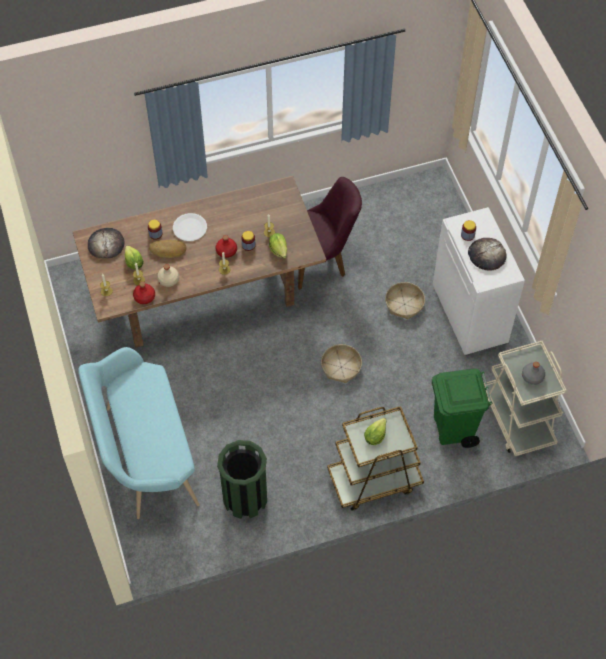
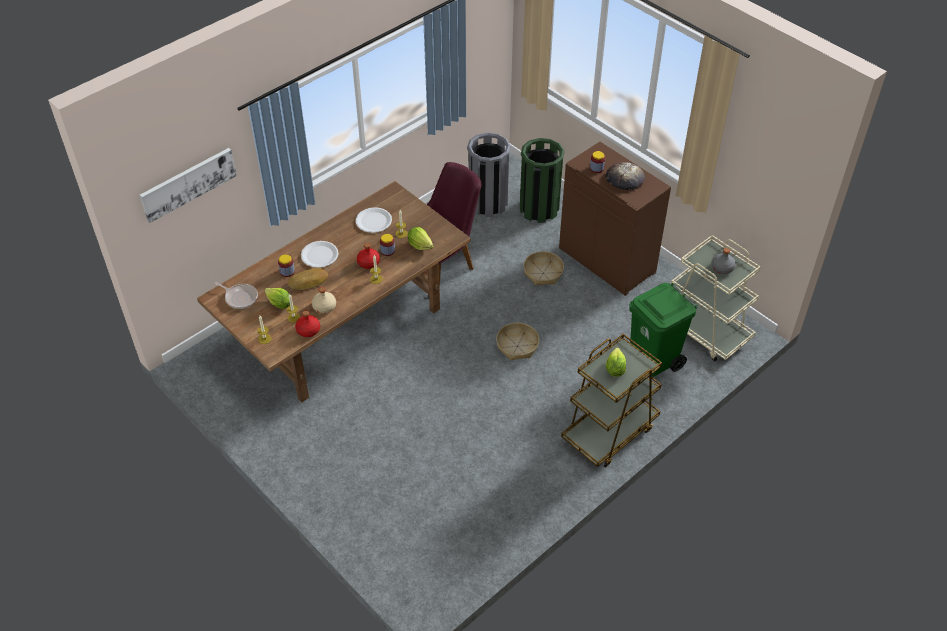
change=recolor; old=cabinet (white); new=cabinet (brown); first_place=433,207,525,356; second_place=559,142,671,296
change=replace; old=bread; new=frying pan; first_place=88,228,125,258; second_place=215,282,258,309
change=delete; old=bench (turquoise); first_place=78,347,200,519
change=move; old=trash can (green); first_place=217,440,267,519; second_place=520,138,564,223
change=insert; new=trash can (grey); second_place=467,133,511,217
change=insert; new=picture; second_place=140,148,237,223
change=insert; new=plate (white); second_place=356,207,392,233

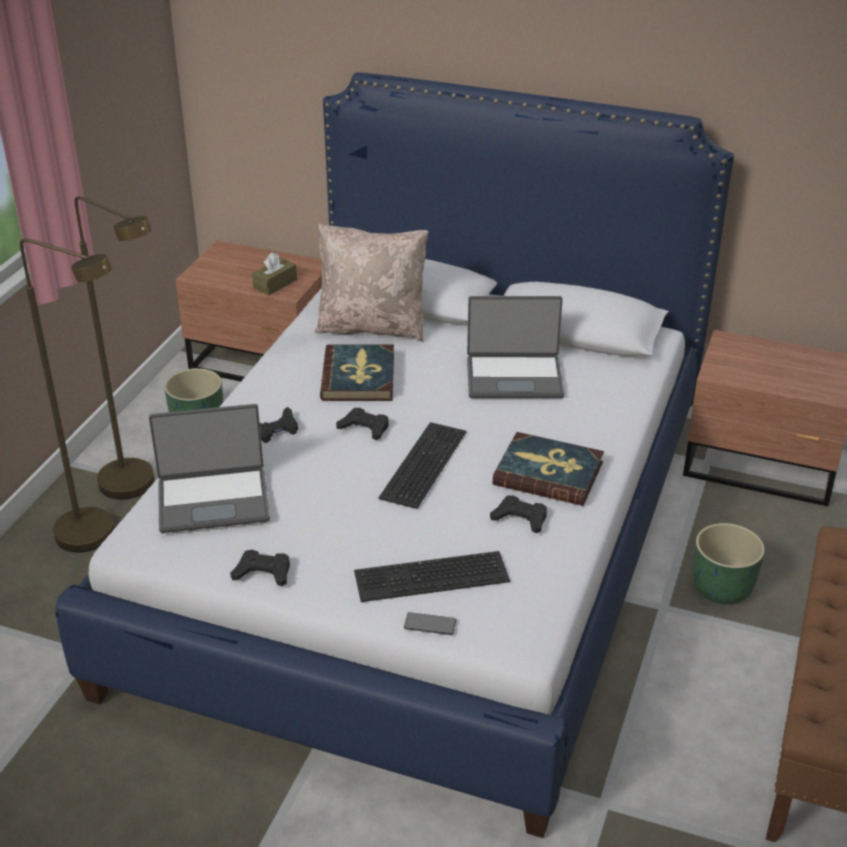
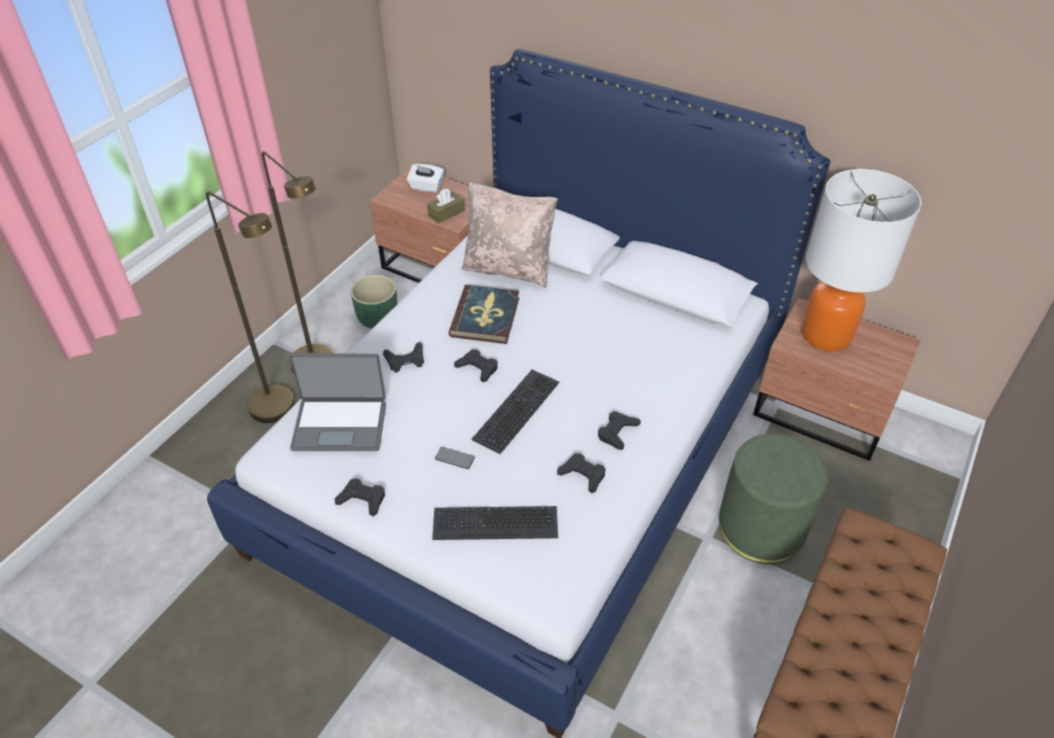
change=delete; old=laptop; first_place=467,296,564,398
change=replace; old=book; new=game controller (black); first_place=492,432,604,506; second_place=598,411,641,450
change=replace; old=planter (green); new=ottoman (green); first_place=693,523,765,604; second_place=719,434,828,564
change=move; old=phone; first_place=404,612,456,635; second_place=435,447,475,469
change=insert; new=tissue box (white); second_place=407,164,444,193
change=insert; new=table lamp; second_place=802,169,922,351

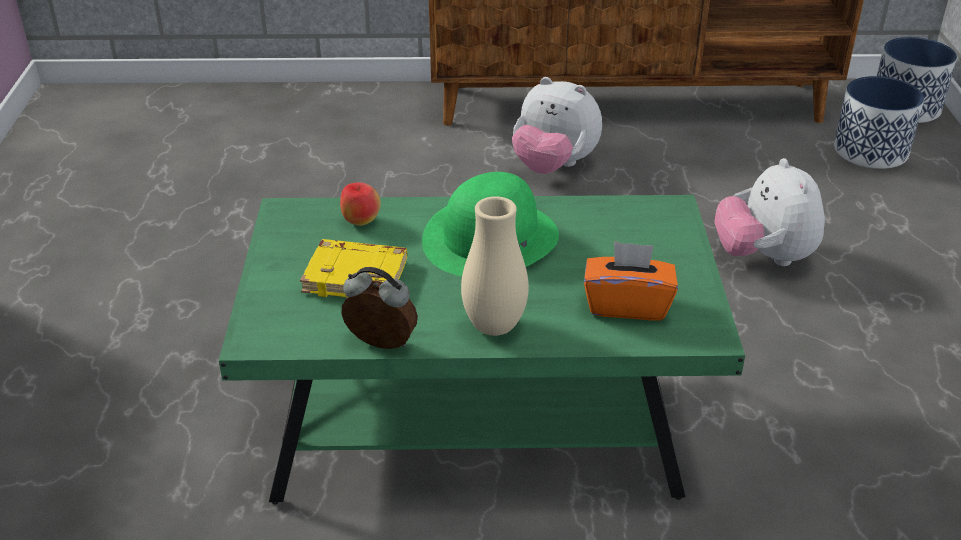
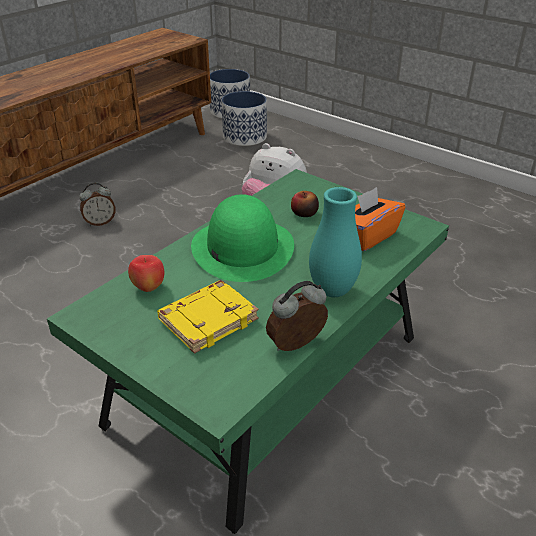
change=replace; old=plush toy; new=alarm clock; first_place=512,77,602,174; second_place=79,182,116,226
change=recolor; old=vase (beige); new=vase (turquoise); first_place=461,196,529,336; second_place=309,187,362,297
change=insert; new=apple; second_place=291,191,319,217

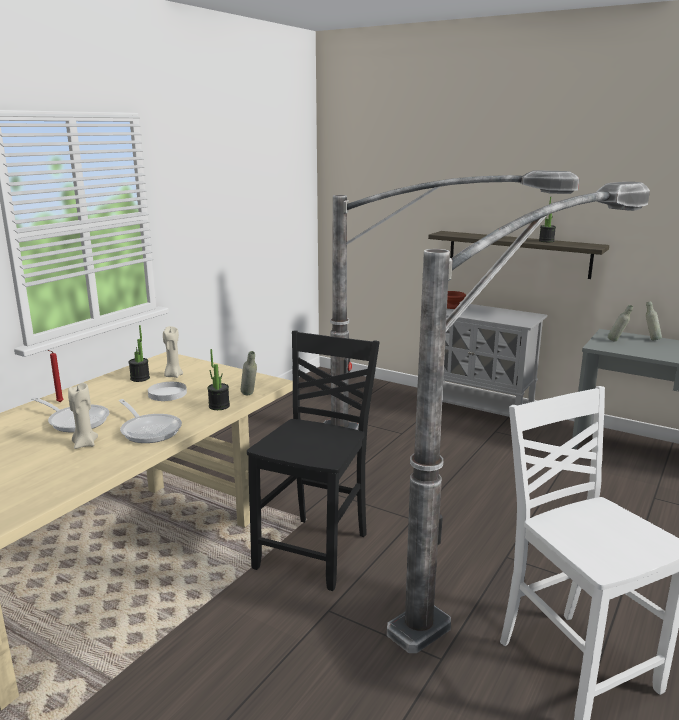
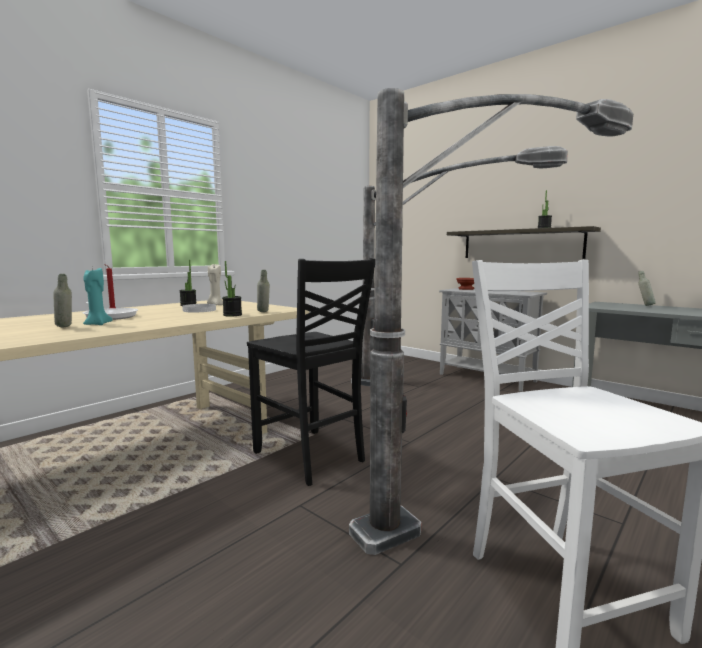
change=move; old=bottle (grey); first_place=608,305,633,342; second_place=53,274,72,327
change=rotate; old=chair (black); first_place=247,331,380,591; second_place=247,258,375,486; degrees=105
change=recolor; old=candle (beige); new=candle (turquoise); first_place=68,383,98,449; second_place=83,268,112,325
change=delete; old=frying pan; first_place=119,399,182,443

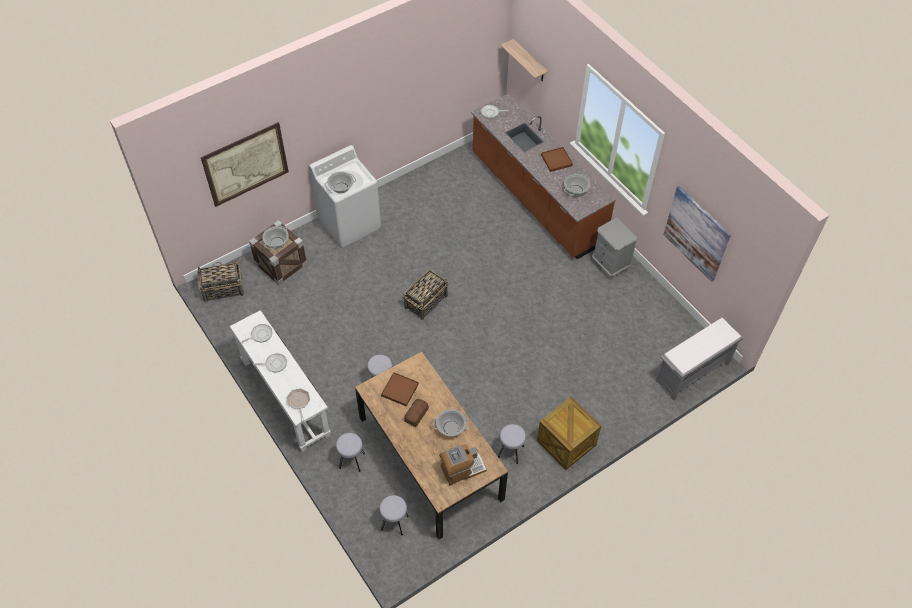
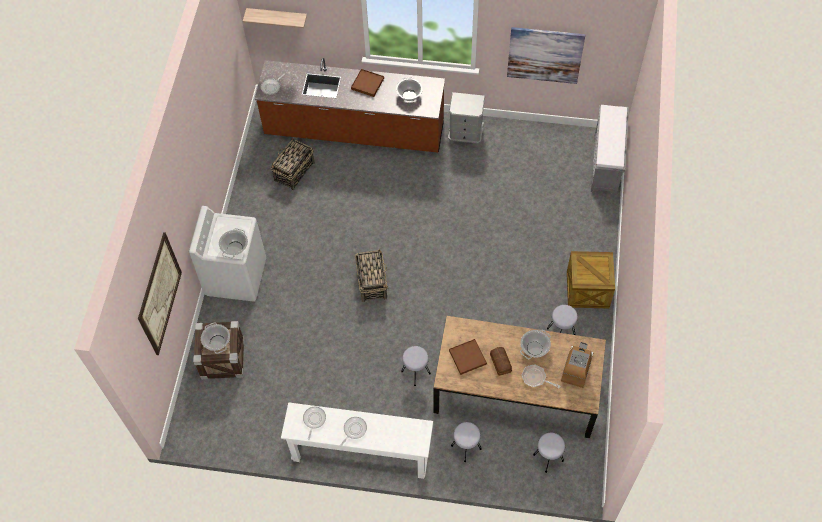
change=move; old=basket; first_place=197,261,244,302; second_place=271,137,315,190
change=move; old=frying pan; first_place=287,388,310,422; second_place=521,364,560,388

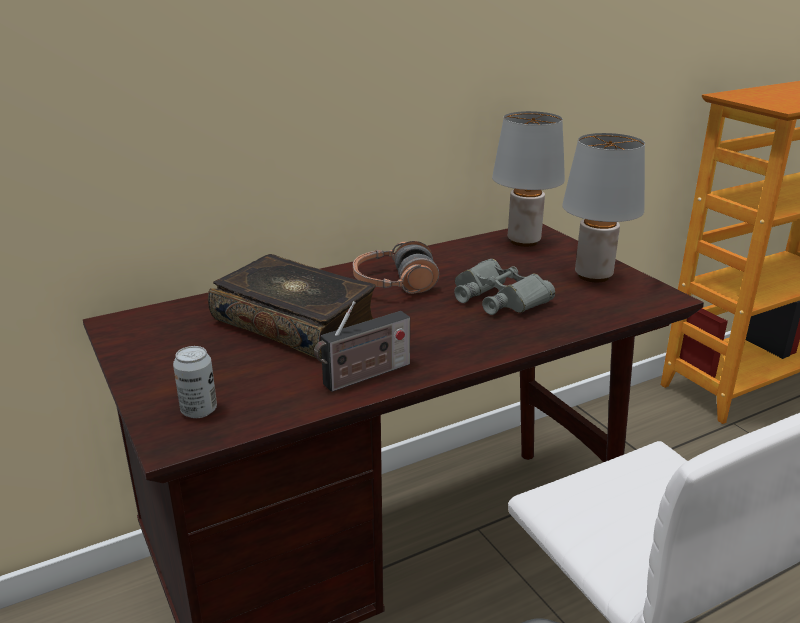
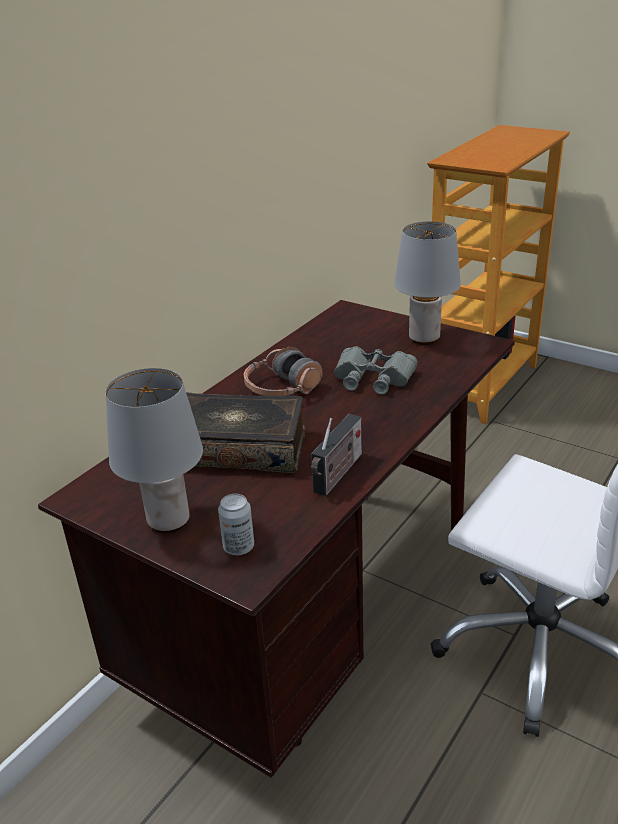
change=move; old=table lamp (grey); first_place=492,111,565,247; second_place=105,368,203,533

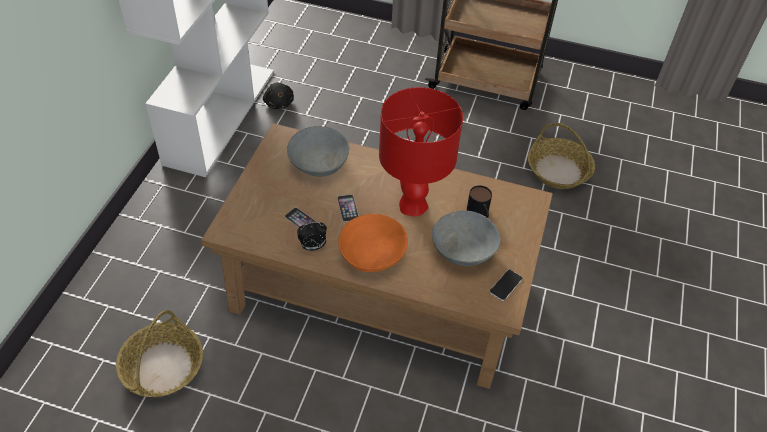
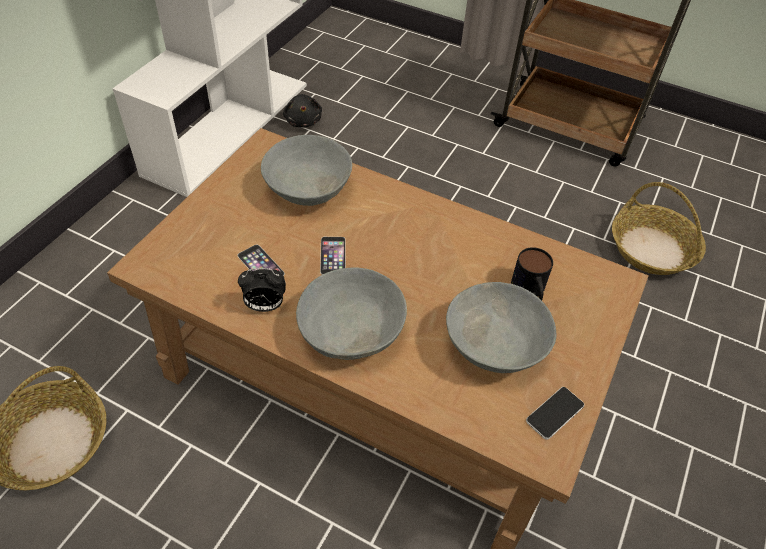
change=delete; old=table lamp (red); first_place=379,87,463,217
change=recolor; old=bowl (orange); new=bowl (grey); first_place=338,214,408,272; second_place=296,267,407,360

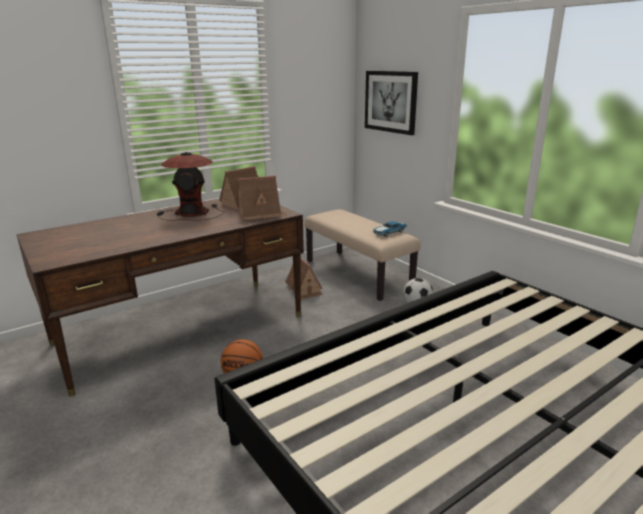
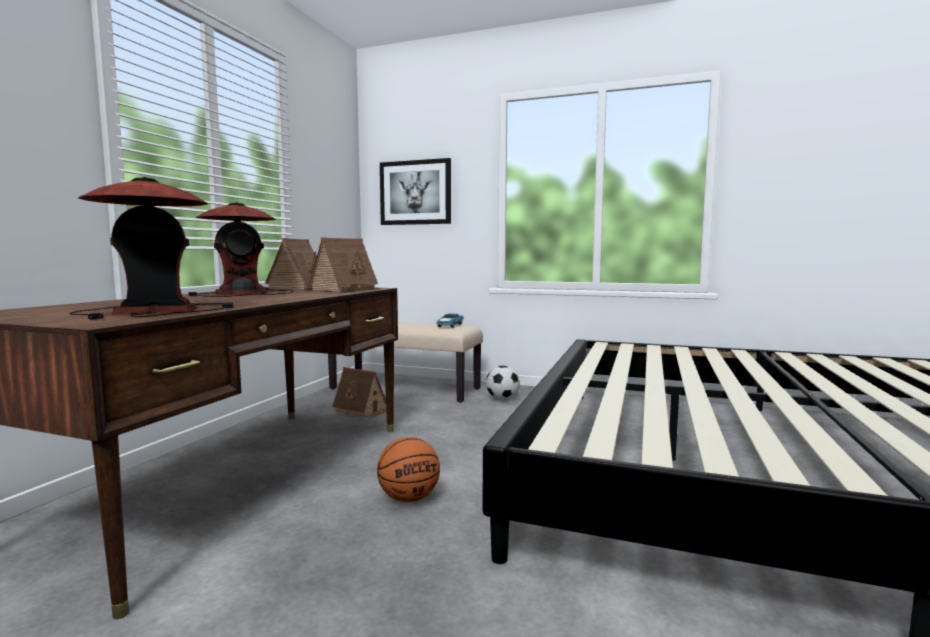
change=insert; new=table lamp; second_place=69,177,233,319

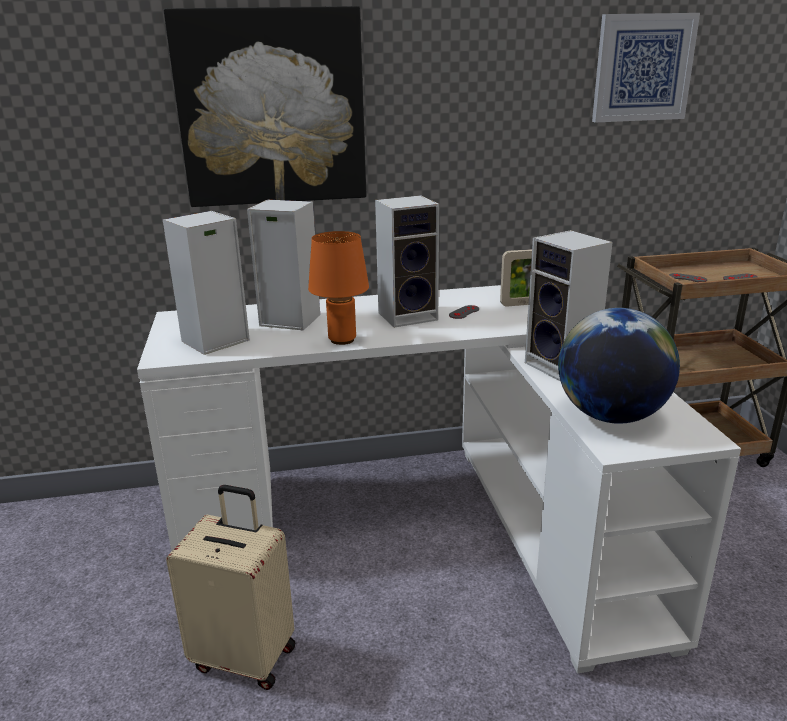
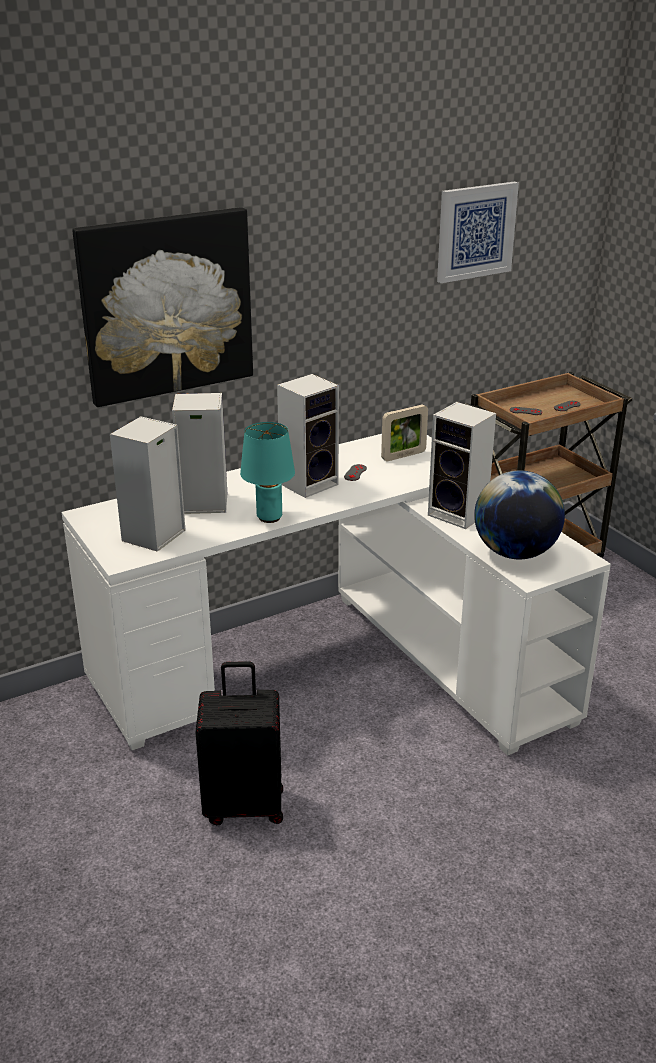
change=recolor; old=table lamp (orange); new=table lamp (turquoise); first_place=308,231,369,345; second_place=240,422,295,523
change=recolor; old=suitcase (beige); new=suitcase (black); first_place=166,485,296,690; second_place=195,661,283,825

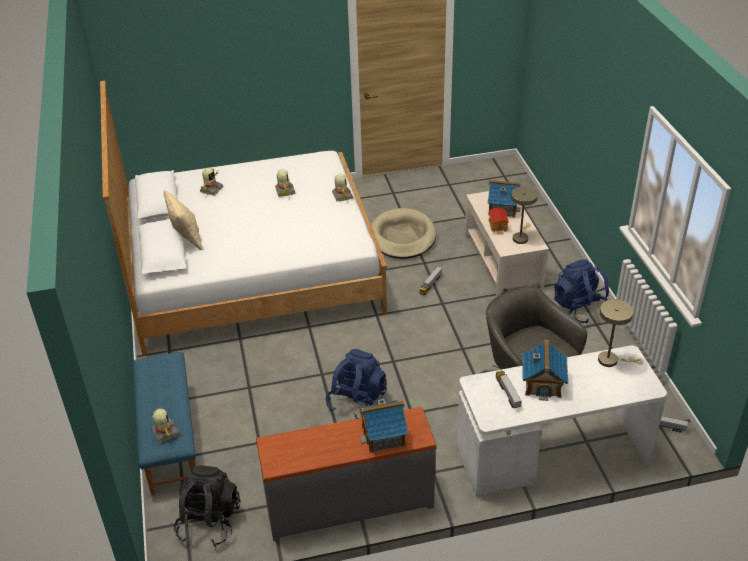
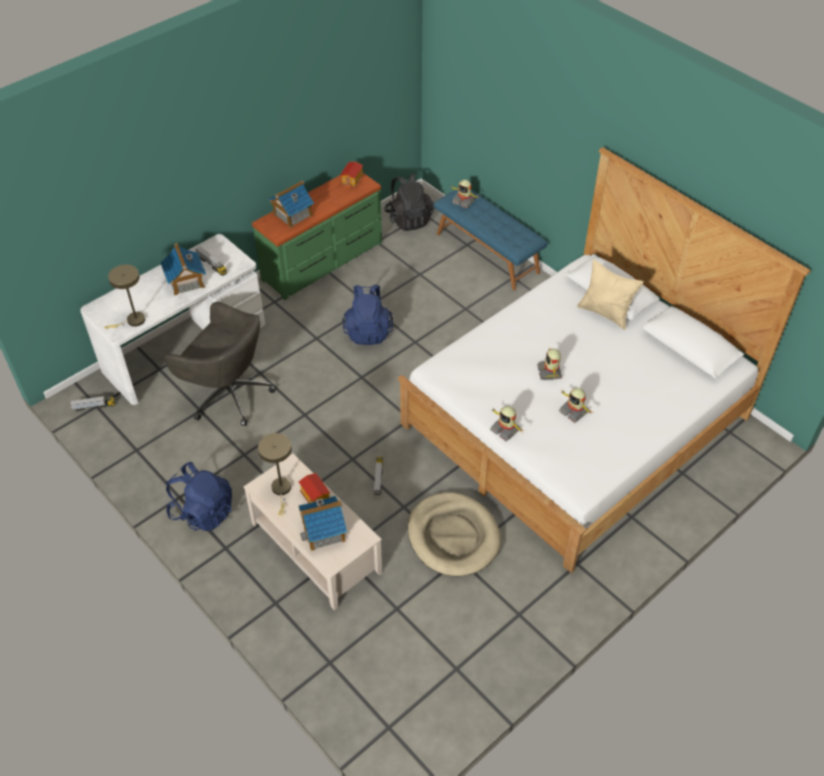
change=move; old=toy robot; first_place=200,168,224,195; second_place=537,347,562,380
change=recolor; old=dresser (grey); new=dresser (green); first_place=256,407,436,541; second_place=252,173,382,300
change=insert; new=toy house; second_place=340,162,364,189

